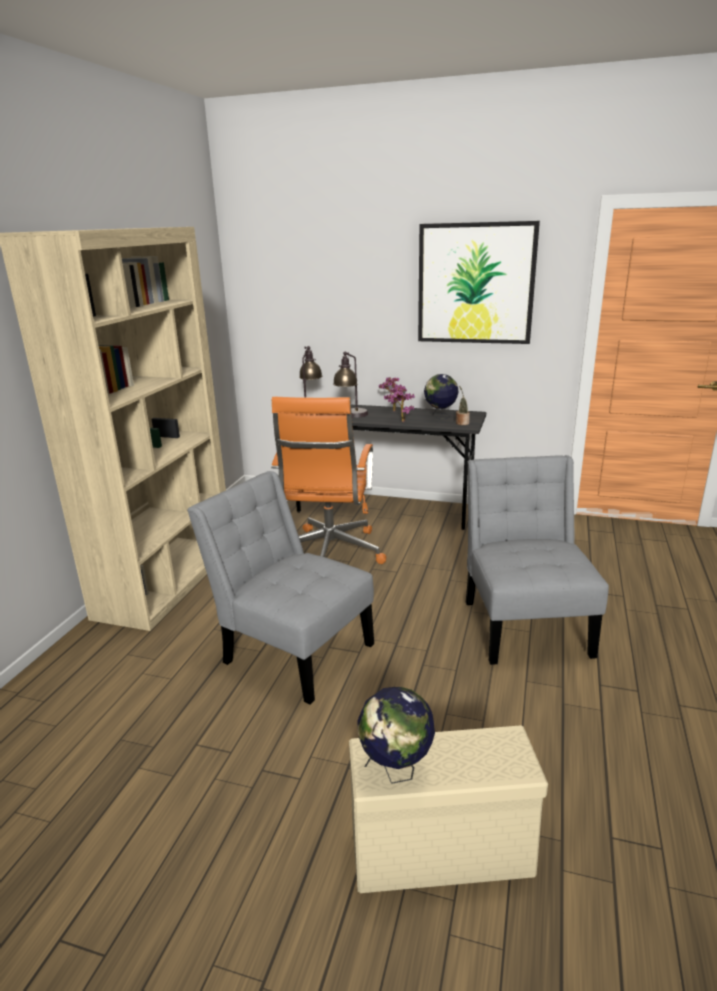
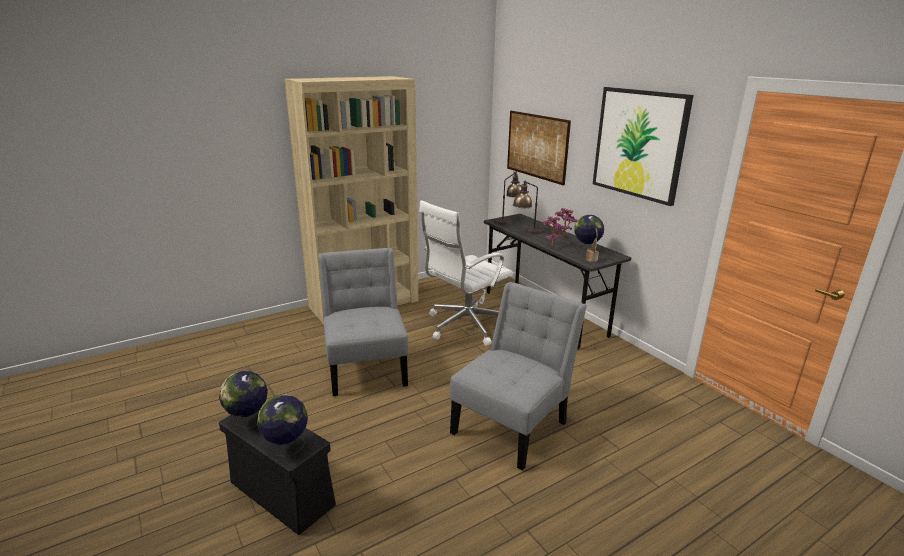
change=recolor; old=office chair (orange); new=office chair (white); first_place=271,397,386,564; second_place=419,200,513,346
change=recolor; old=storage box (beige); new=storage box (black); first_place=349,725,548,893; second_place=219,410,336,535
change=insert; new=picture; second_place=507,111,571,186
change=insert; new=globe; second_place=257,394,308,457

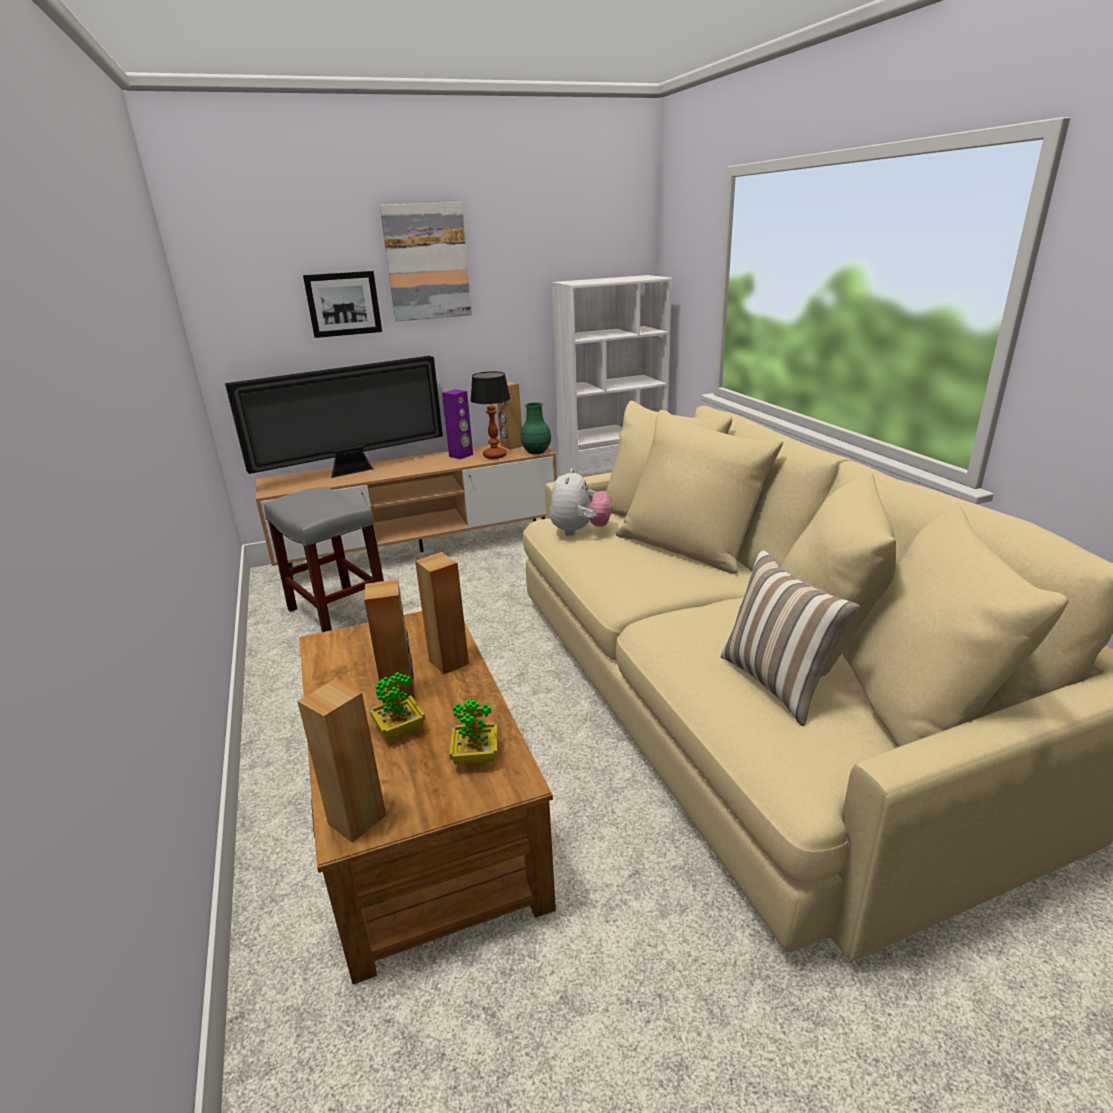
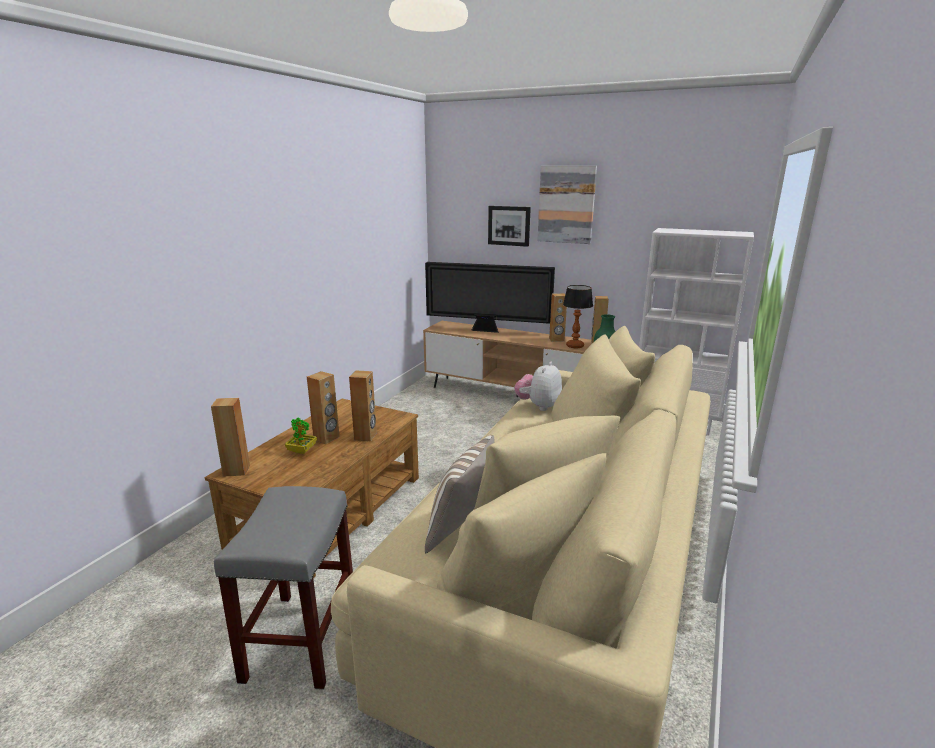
change=recolor; old=speaker (purple); new=speaker (brown); first_place=442,389,473,459; second_place=549,293,567,342
change=rotate; old=plush toy; first_place=550,468,612,536; second_place=515,362,562,411; degrees=150
change=move; old=stool (grey); first_place=264,487,384,632; second_place=214,486,353,690
change=delete; old=potted plant; first_place=449,699,498,765

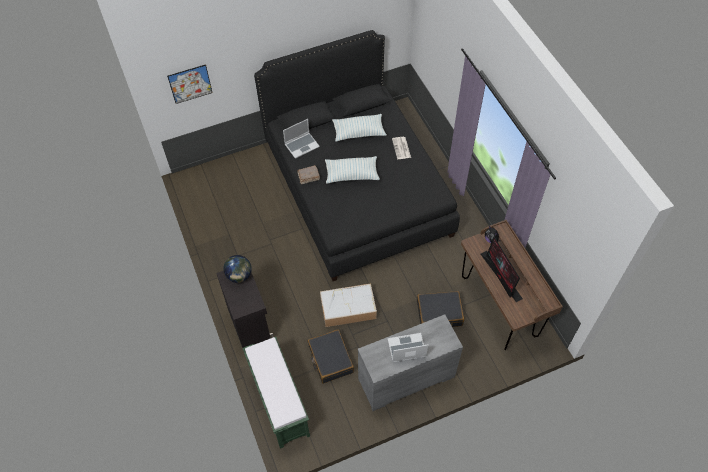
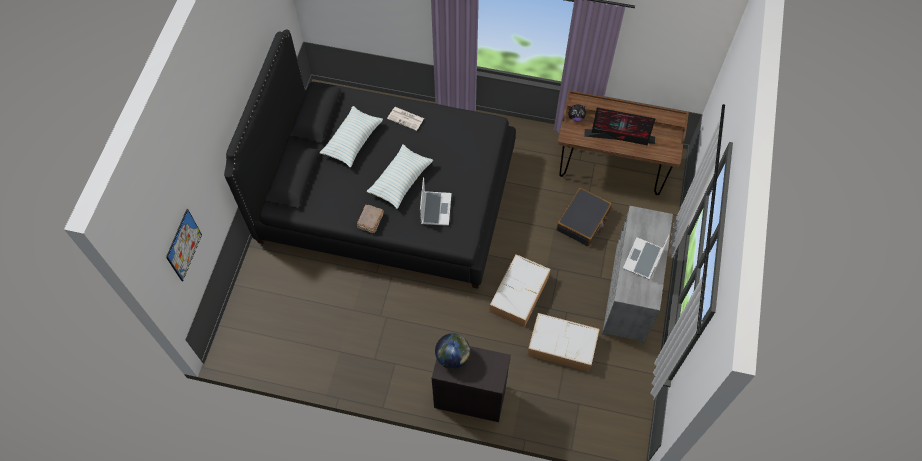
change=move; old=laptop; first_place=283,119,320,159; second_place=420,177,452,226
change=replace; old=suitcase (black); new=storage box; first_place=308,329,354,384; second_place=527,313,600,372
change=delete; old=bench (green); first_place=243,337,310,449

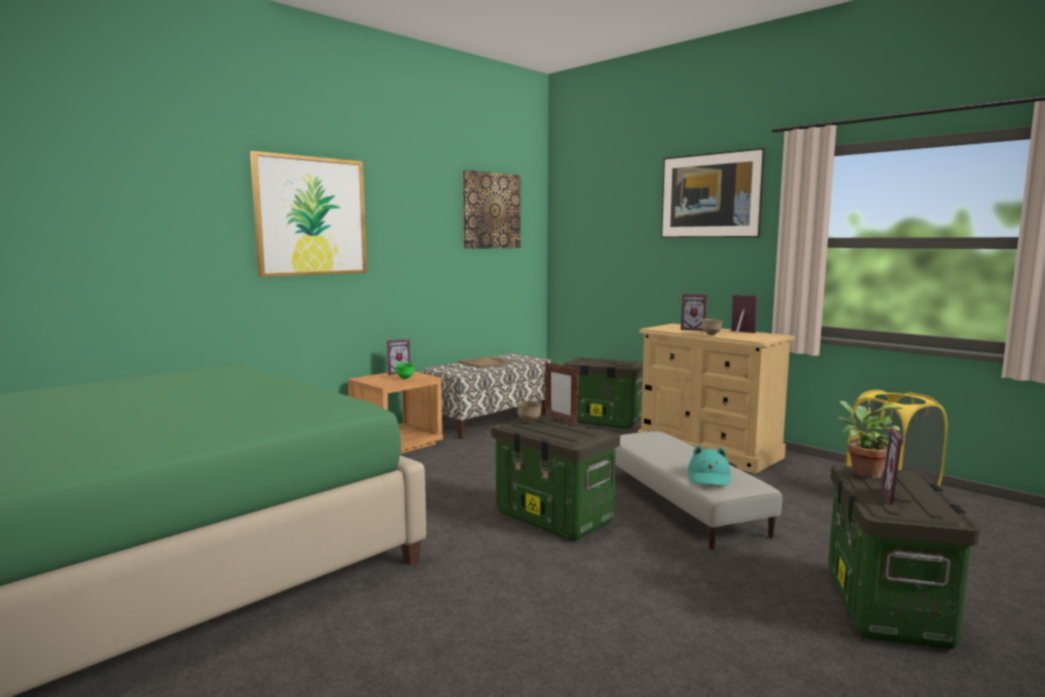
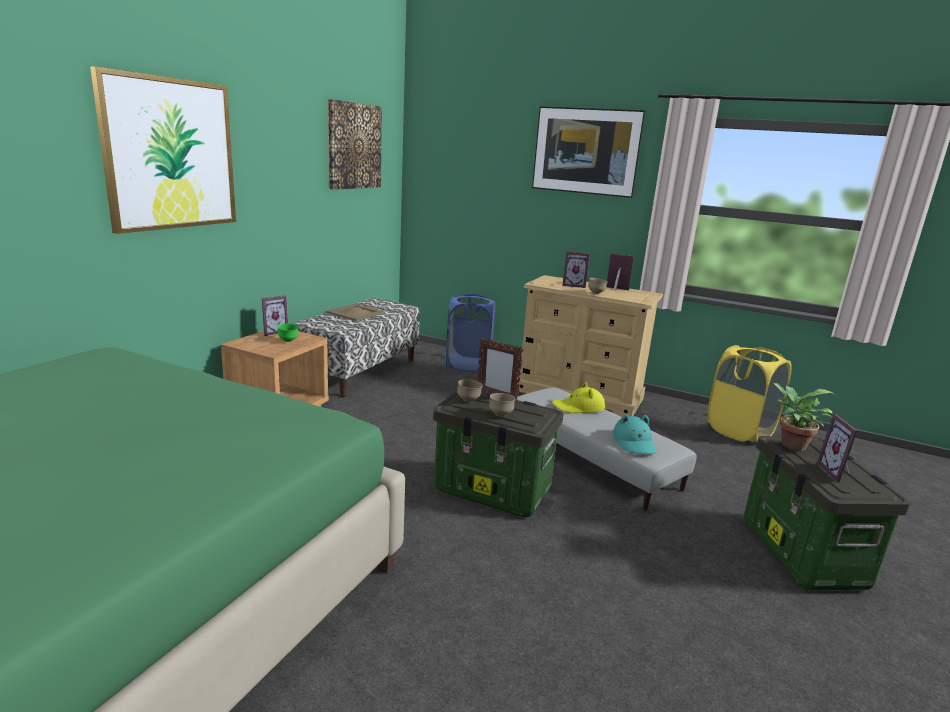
change=replace; old=storage box; new=laundry basket (blue); first_place=563,357,643,429; second_place=446,294,496,372
change=insert; new=hat (yellow); second_place=552,382,605,413
change=insert; new=bowl (brown); second_place=489,393,515,417

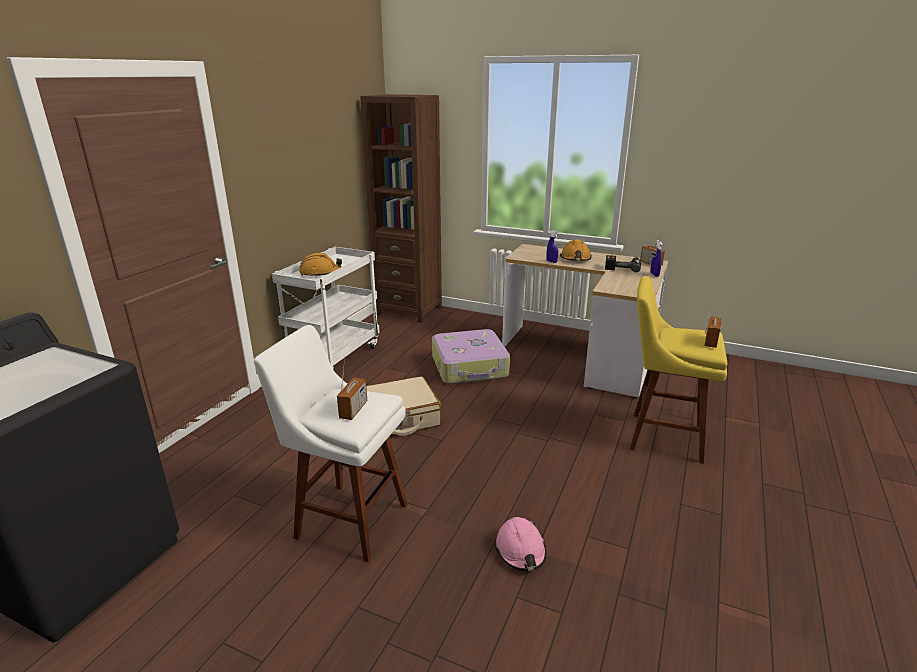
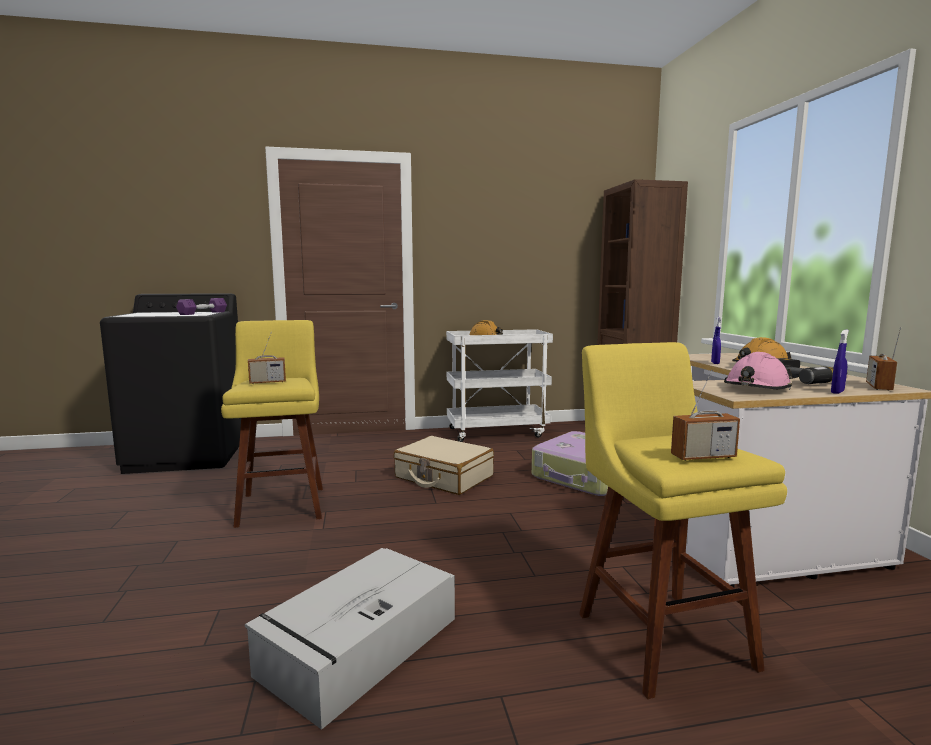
change=recolor; old=stool (white); new=stool (yellow); first_place=254,325,408,562; second_place=221,320,323,528
change=move; old=hard hat (pink); first_place=495,517,546,571; second_place=724,352,793,390
change=insert; new=dumbbell (purple); second_place=176,298,227,315
change=insert; new=storage box (grey); second_place=245,548,455,730

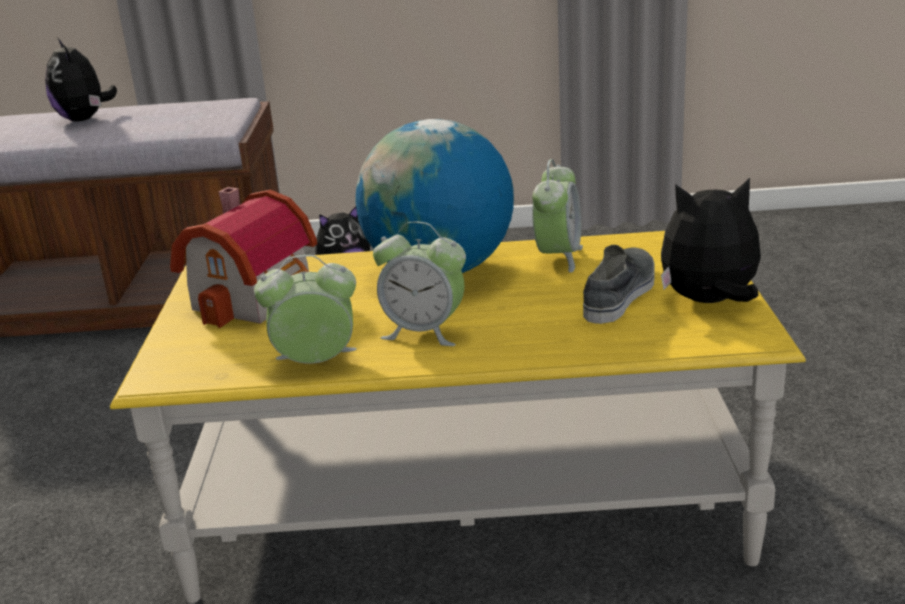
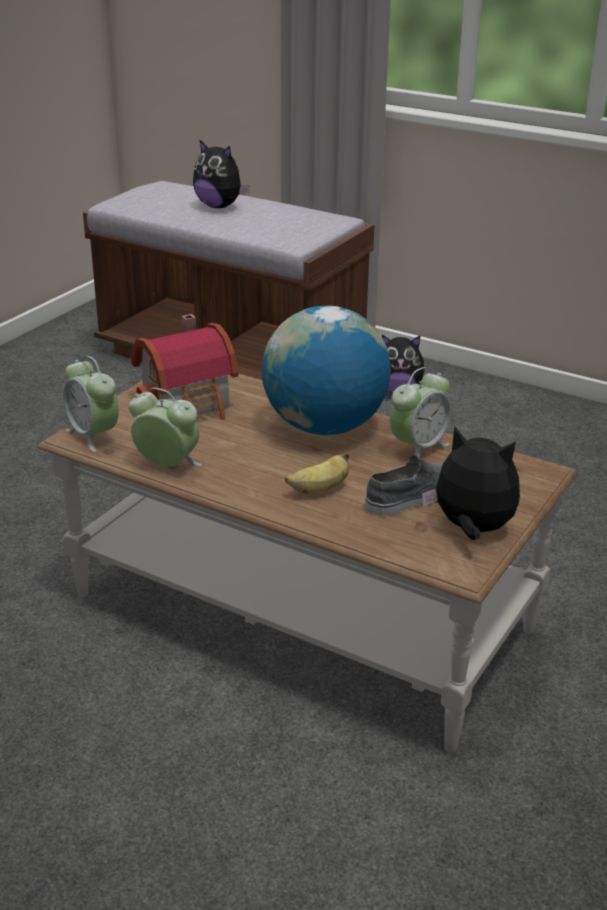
change=rotate; old=plush toy; first_place=45,39,117,122; second_place=193,140,250,208; degrees=-60
change=move; old=alarm clock; first_place=373,222,466,346; second_place=63,356,119,452
change=recolor; old=coffee table (yellow); new=coffee table (brown); first_place=110,231,806,603; second_place=37,373,578,753
change=insert; new=banana; second_place=285,452,349,495

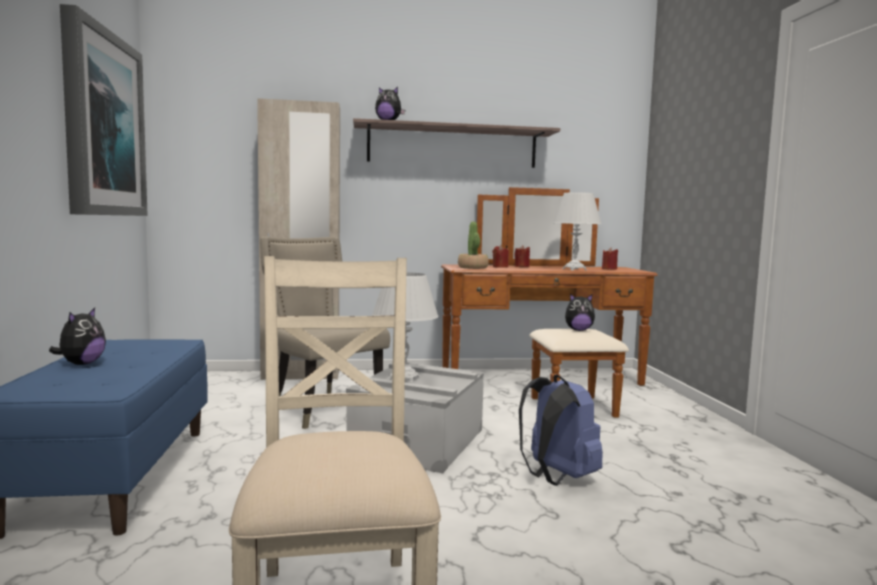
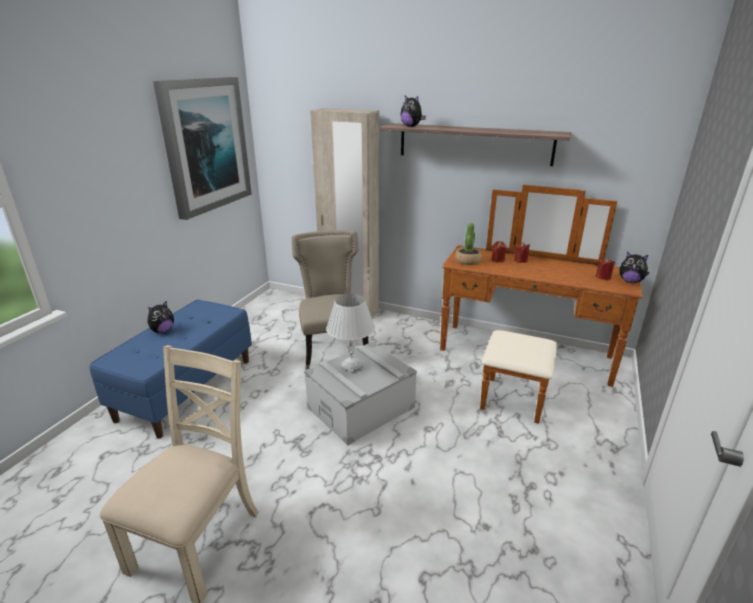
change=delete; old=table lamp (white); first_place=553,192,601,271
change=move; old=plush toy; first_place=565,293,595,331; second_place=619,251,650,283
change=delete; old=backpack (blue); first_place=519,374,603,486

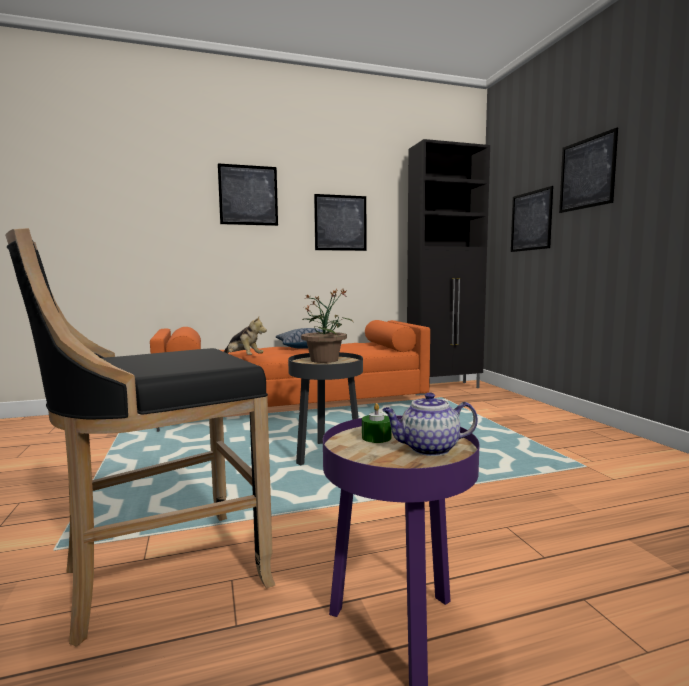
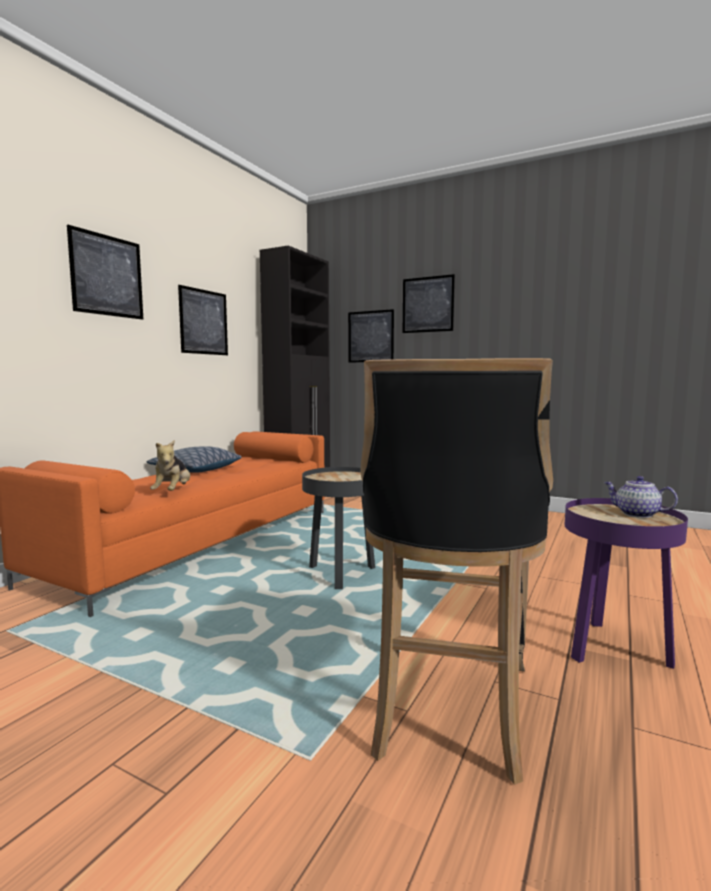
change=delete; old=potted plant; first_place=301,289,354,363
change=rotate; old=plush toy; first_place=224,316,267,355; second_place=150,440,190,491; degrees=105
change=rotate; old=teapot; first_place=382,392,478,456; second_place=604,476,678,518; degrees=90
change=delete; old=candle (green); first_place=362,403,392,443

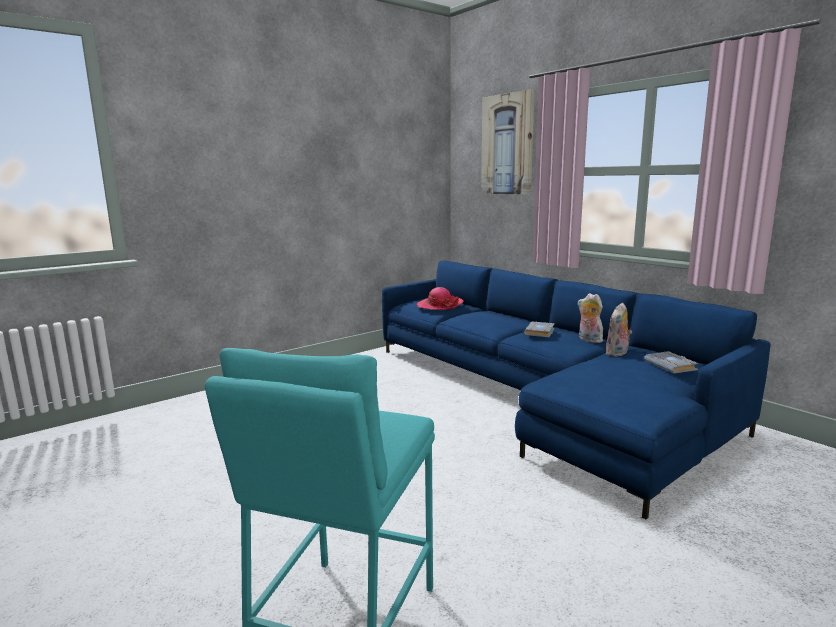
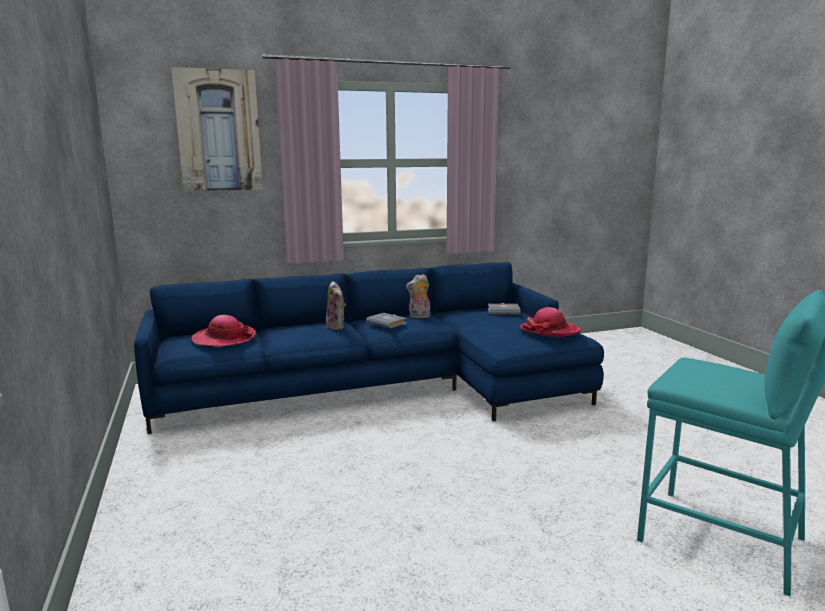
change=move; old=plush toy; first_place=605,303,632,357; second_place=326,281,346,330
change=insert; new=hat; second_place=520,307,582,337

